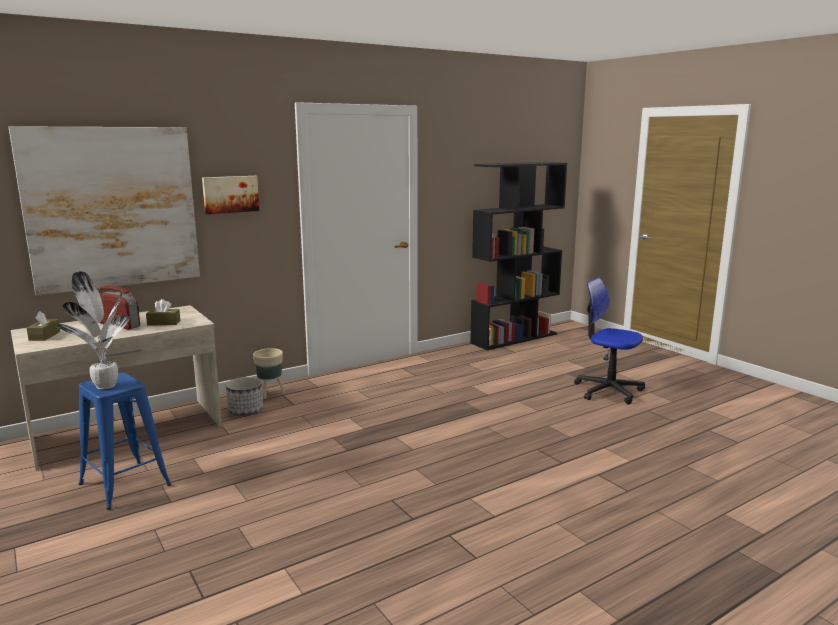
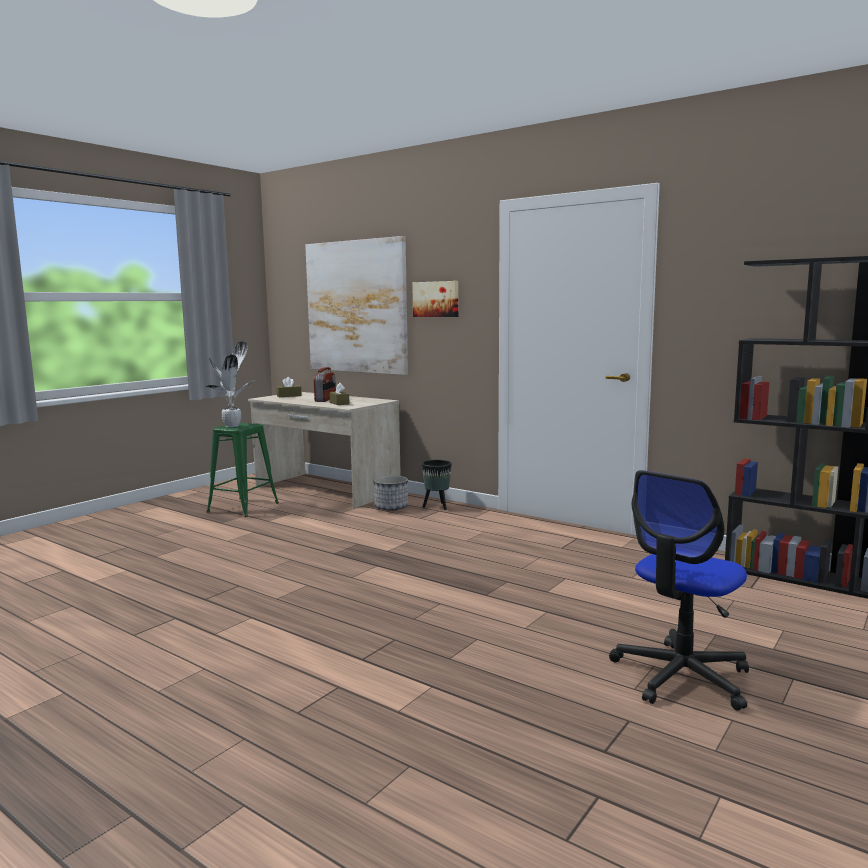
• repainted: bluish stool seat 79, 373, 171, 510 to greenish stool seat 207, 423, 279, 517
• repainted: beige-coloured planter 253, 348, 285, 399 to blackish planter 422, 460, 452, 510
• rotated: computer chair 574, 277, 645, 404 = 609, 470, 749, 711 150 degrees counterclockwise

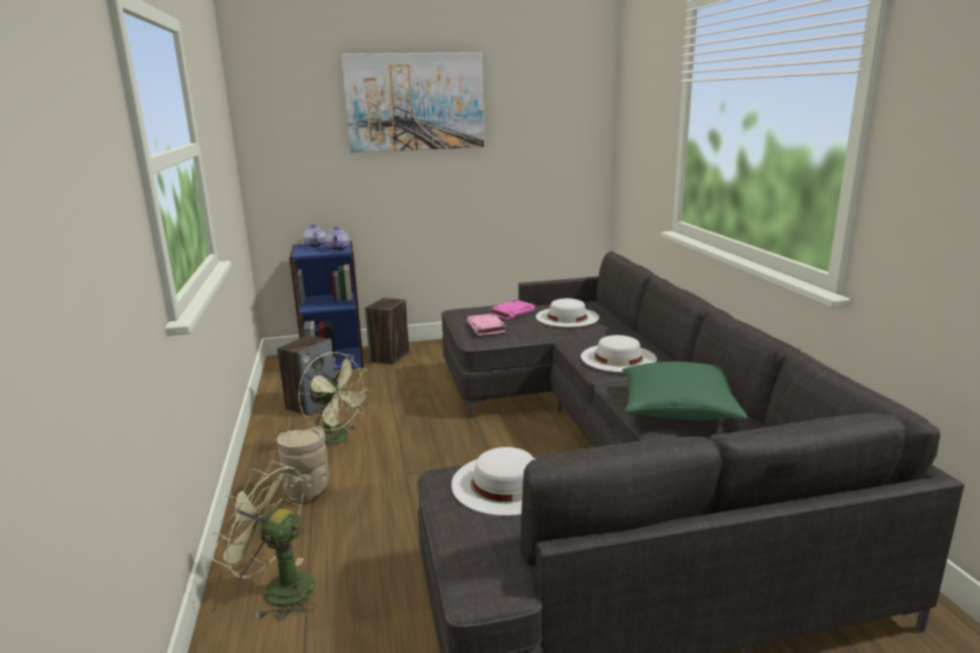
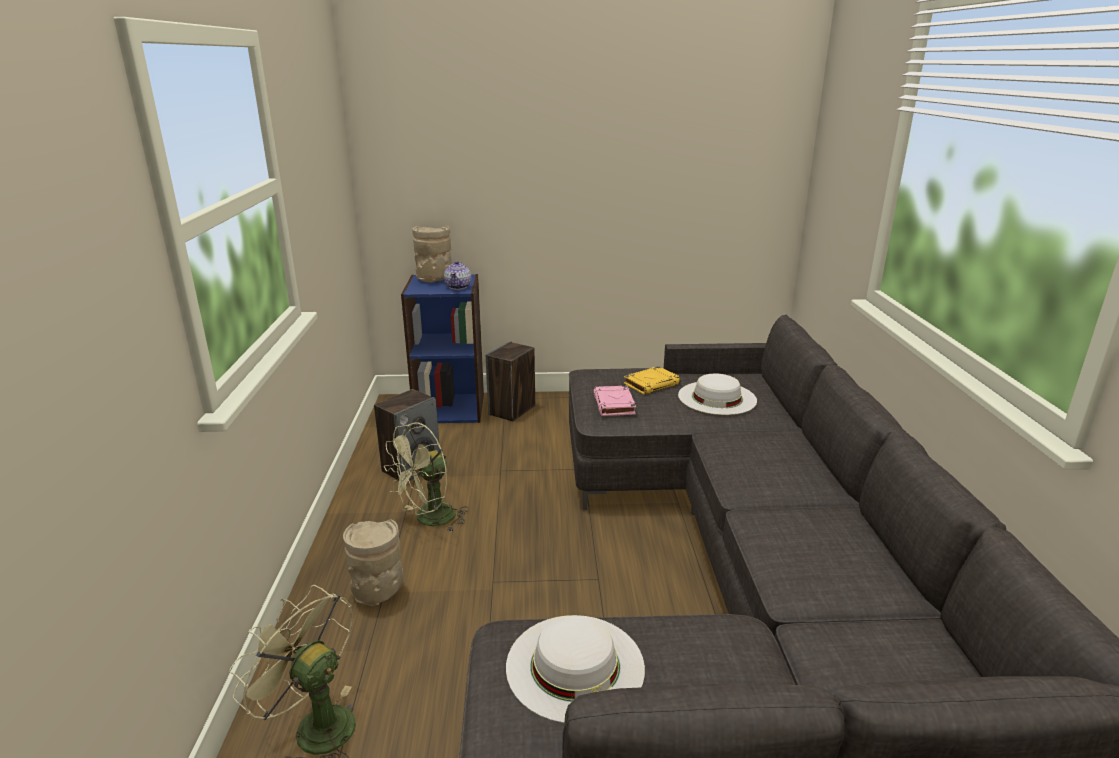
• rotated: greenish electric fan 298, 352, 372, 445 = 384, 422, 469, 533 90 degrees clockwise
• swapped: tea pot 303, 224, 326, 248 to beige-coloured decorative vase 412, 226, 452, 283
• gone: wall picture 342, 52, 484, 152
• repainted: pink volume 490, 300, 536, 320 to yellow-coloured volume 624, 366, 681, 395
• gone: whitish hat 581, 335, 657, 372
• gone: greenish cushion 622, 361, 747, 420

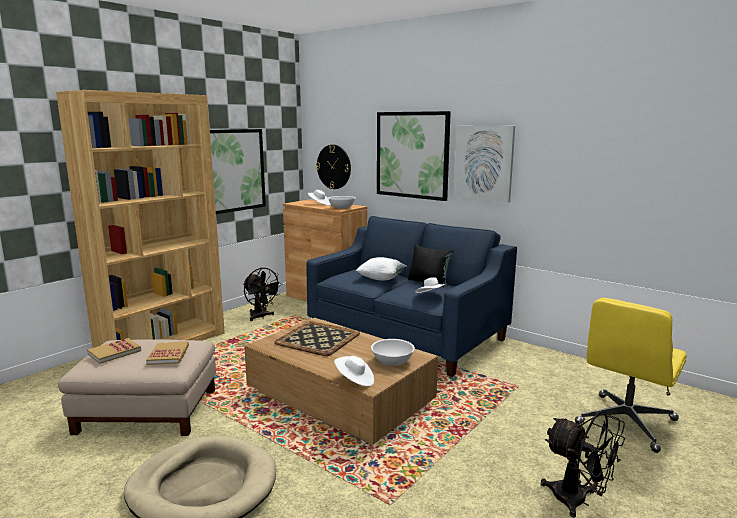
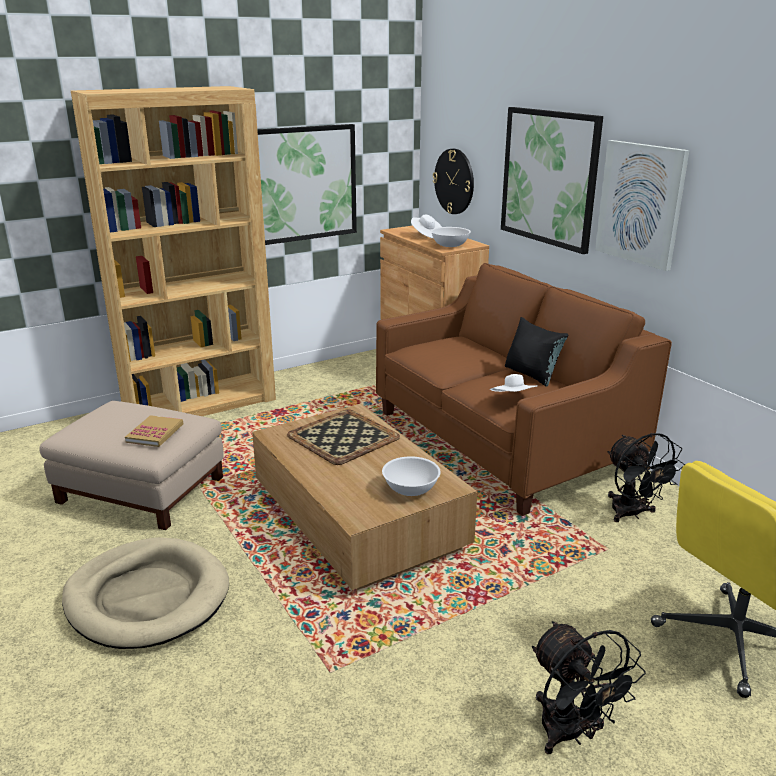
• gone: volume 87, 338, 141, 364
• shifted: blackish electric fan 243, 268, 282, 321 to 607, 433, 685, 522
• repainted: bluish couch 306, 216, 517, 377 to brown couch 376, 263, 672, 516
• gone: whitish hat 334, 356, 374, 386
• gone: whitish cushion 356, 257, 408, 280

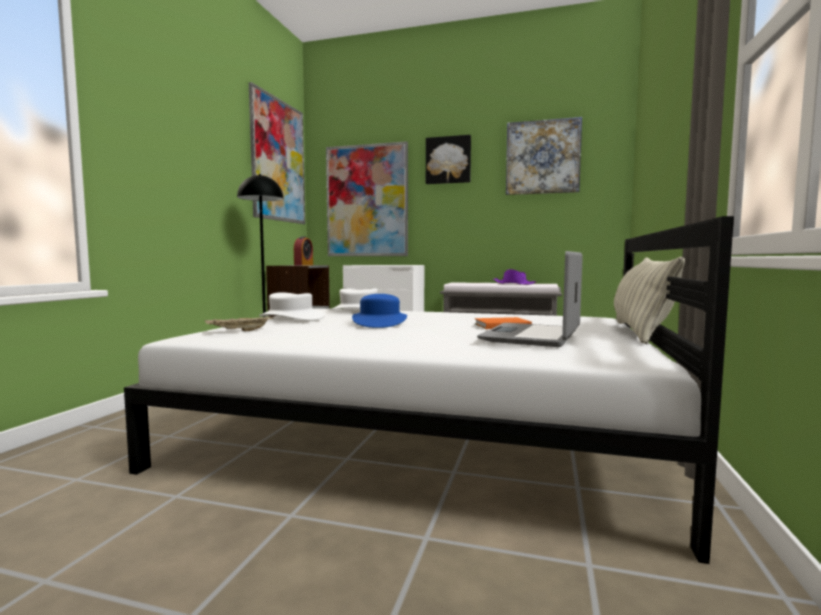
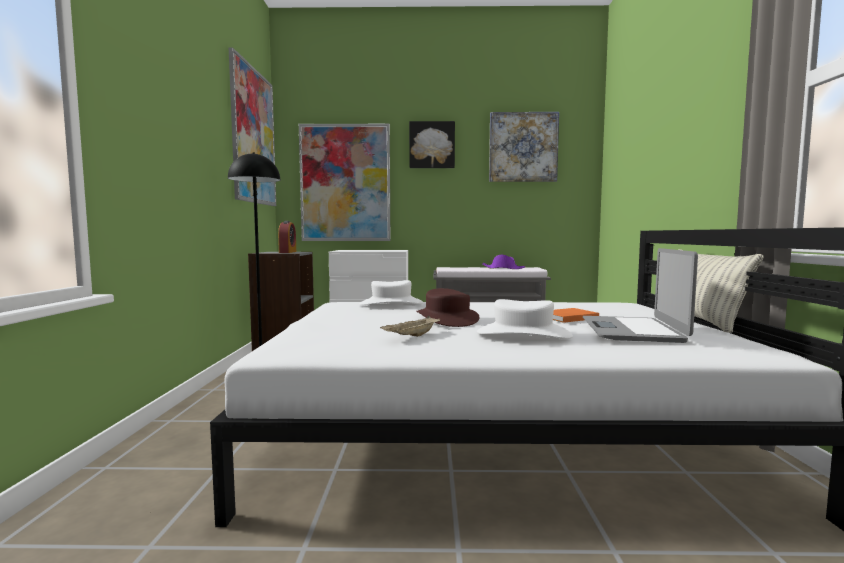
• shifted: beige-coloured serving tray 205, 315, 273, 332 to 380, 316, 440, 337
• shifted: whitish hat 259, 292, 325, 320 to 477, 299, 573, 339
• repainted: bluish hat 352, 294, 407, 328 to brown hat 416, 288, 479, 327

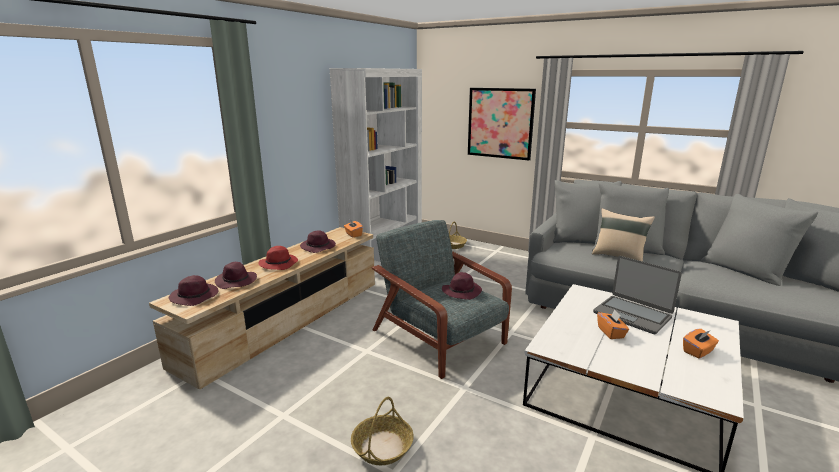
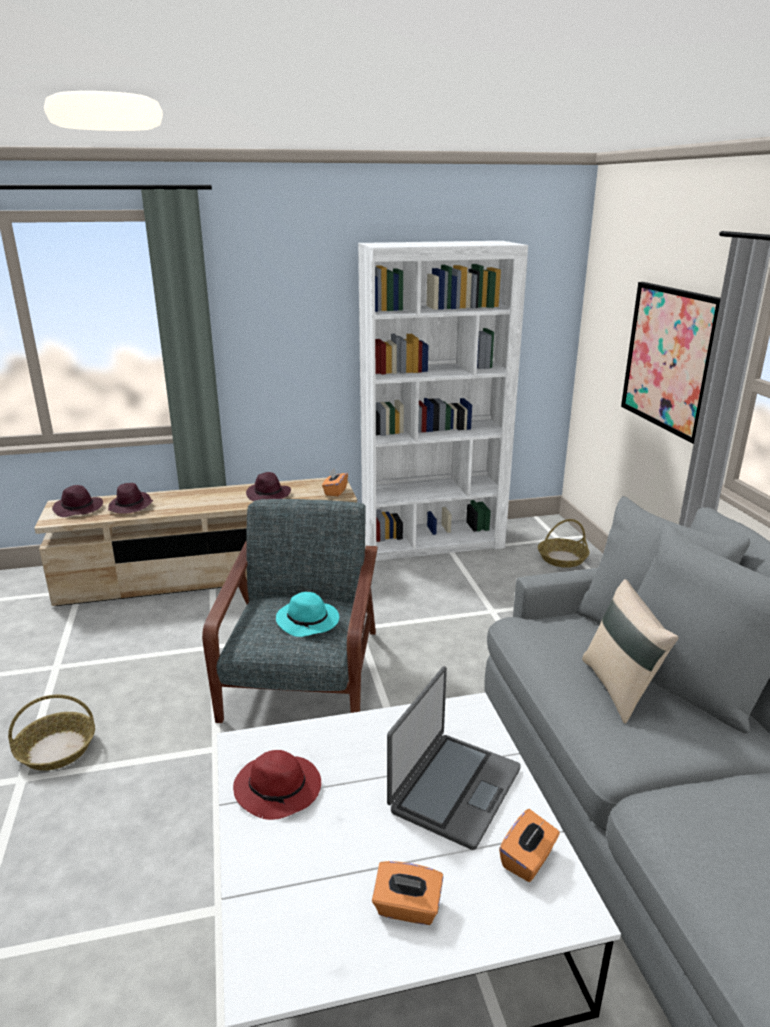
• shifted: reddish hat 259, 246, 298, 270 to 233, 750, 321, 820
• repainted: purple-coloured hat 442, 272, 482, 300 to blue-green hat 276, 592, 339, 637
• rotated: laptop 593, 256, 682, 334 = 387, 666, 521, 850 150 degrees counterclockwise
• shifted: orange tissue box 597, 309, 629, 339 to 499, 809, 560, 882

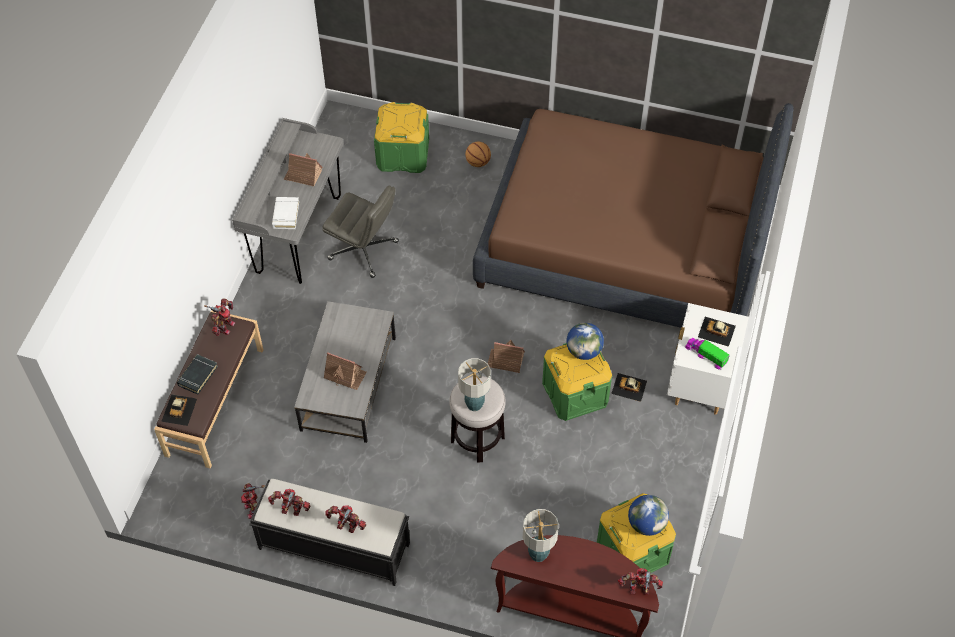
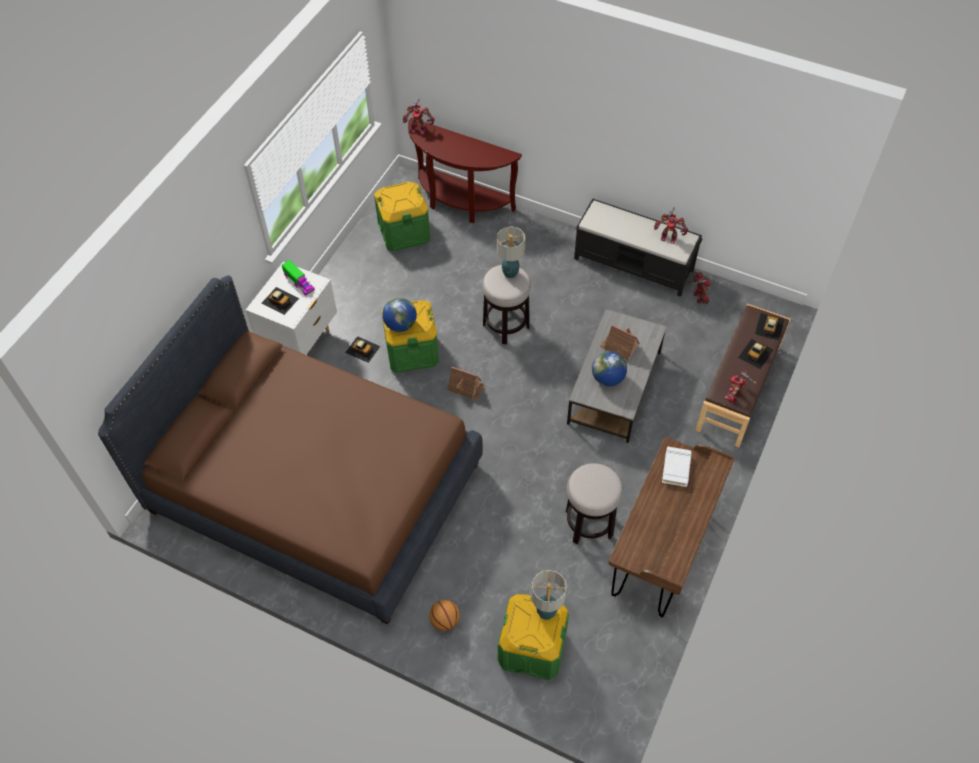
• swapped: blackish volume 177, 354, 218, 395 to toy car 738, 339, 774, 369
• repainted: greyish desk table 232, 118, 343, 284 to brown desk table 609, 437, 735, 618
• gone: model house 284, 153, 323, 187
• swapped: greyish computer chair 322, 185, 399, 278 to stool seat 566, 463, 623, 544
• gone: model robot 325, 505, 366, 533
• shifted: lamp for a table 523, 509, 559, 562 to 531, 570, 567, 620
• shifted: desk globe 628, 495, 669, 536 to 592, 351, 627, 386

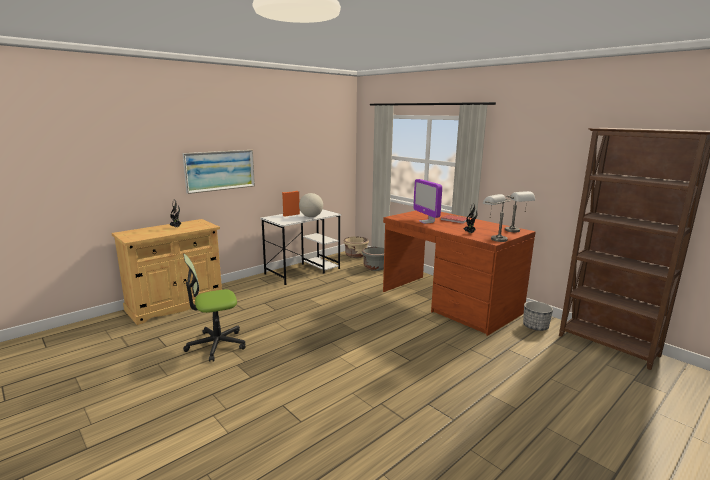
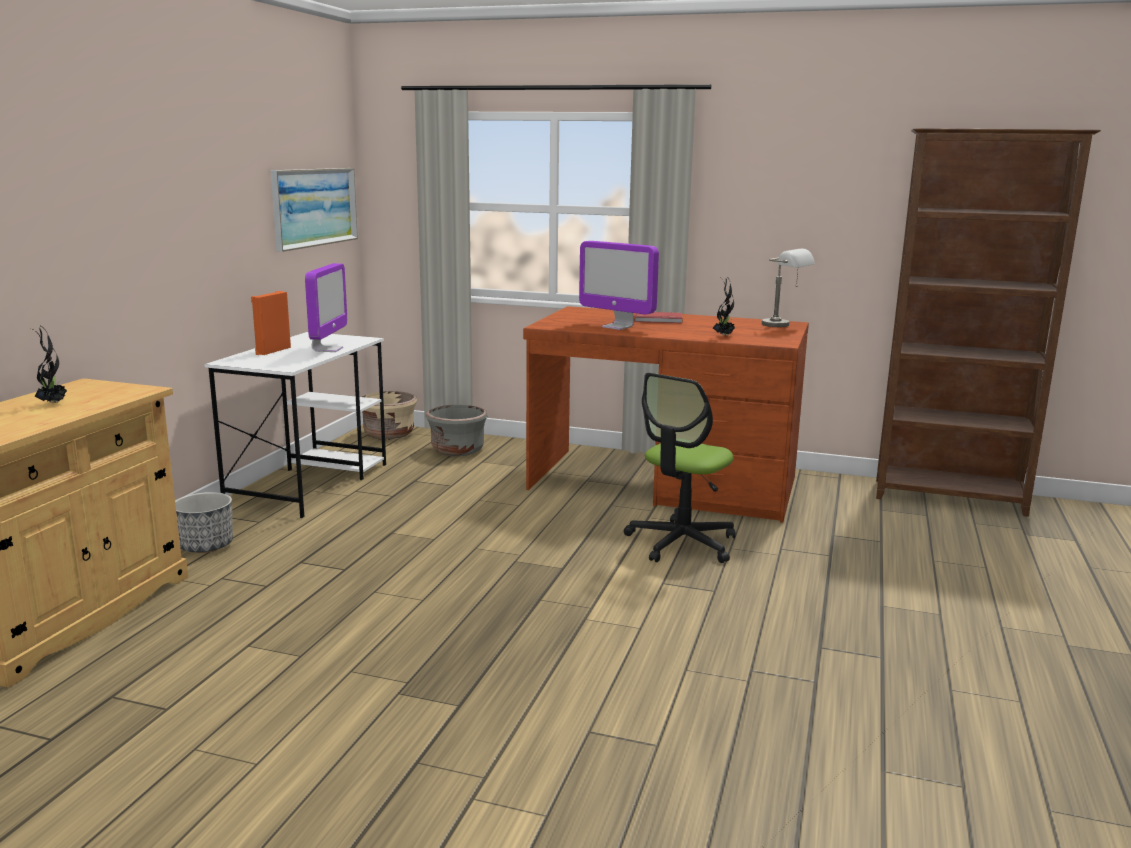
• shifted: wall picture 183, 150, 255, 194 to 271, 168, 358, 252
• shifted: computer chair 183, 254, 246, 362 to 624, 373, 736, 563
• swapped: desk globe 299, 193, 323, 217 to computer screen 305, 263, 347, 352
• gone: greyish lamp for a table 483, 194, 511, 242
• shifted: planter 523, 301, 553, 331 to 175, 492, 233, 553

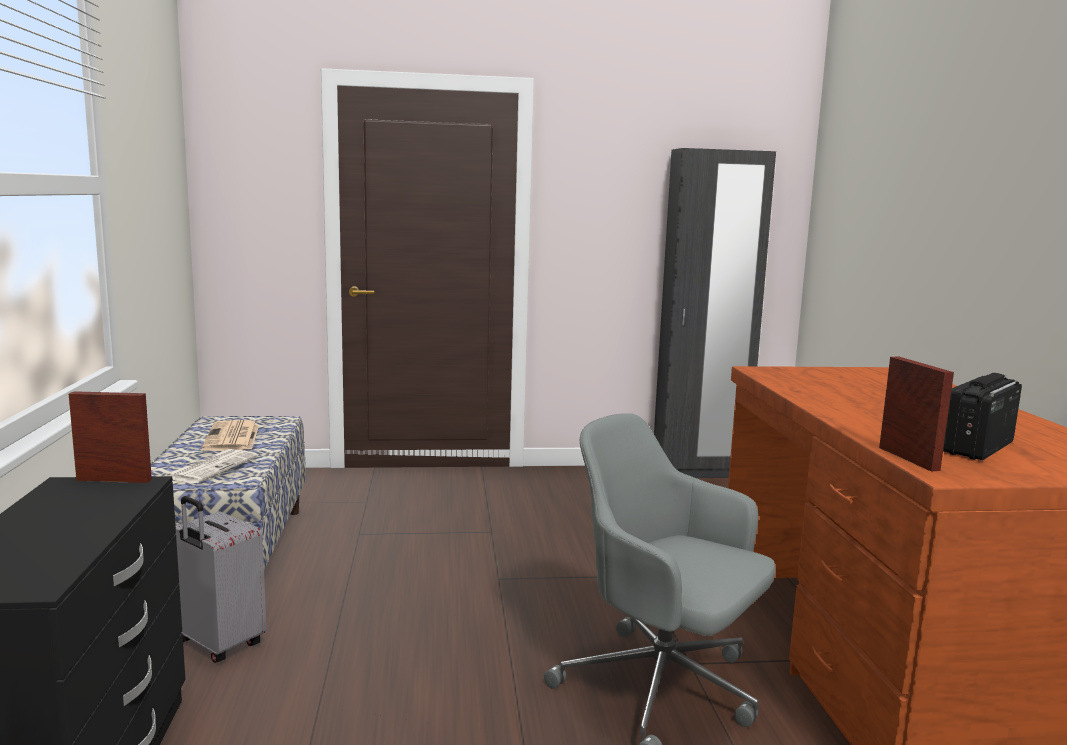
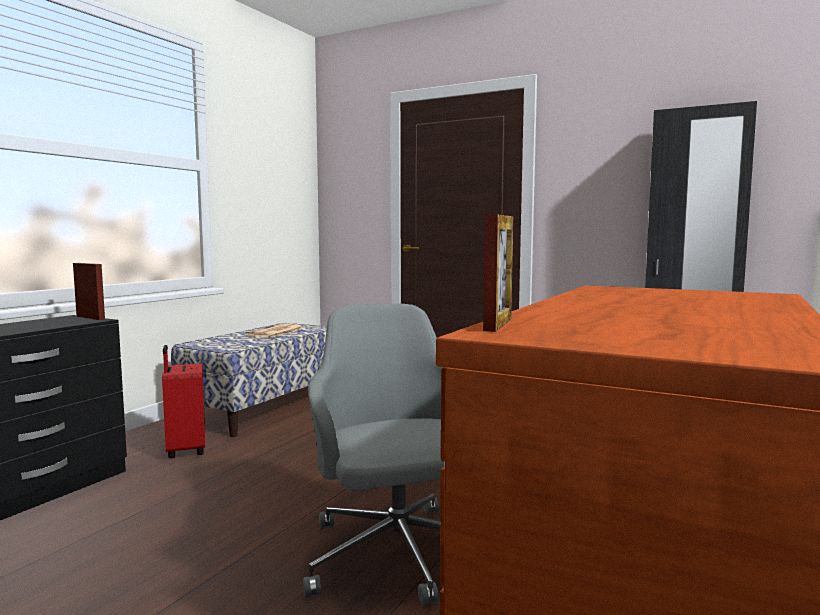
• gone: newspaper 165, 449, 258, 483
• repainted: greyish suitcase 175, 496, 266, 663 to reddish suitcase 162, 345, 205, 458
• gone: radio 943, 373, 1022, 460

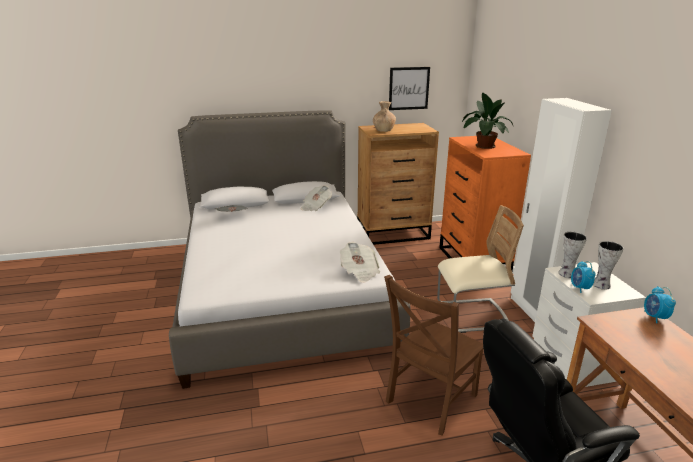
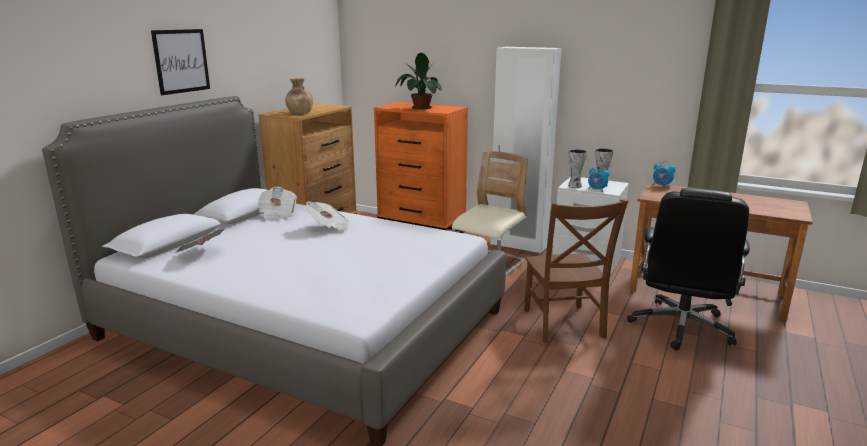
• shifted: newspaper 340, 242, 380, 283 to 306, 201, 349, 231
• shifted: wall picture 389, 67, 430, 110 to 151, 29, 210, 95

